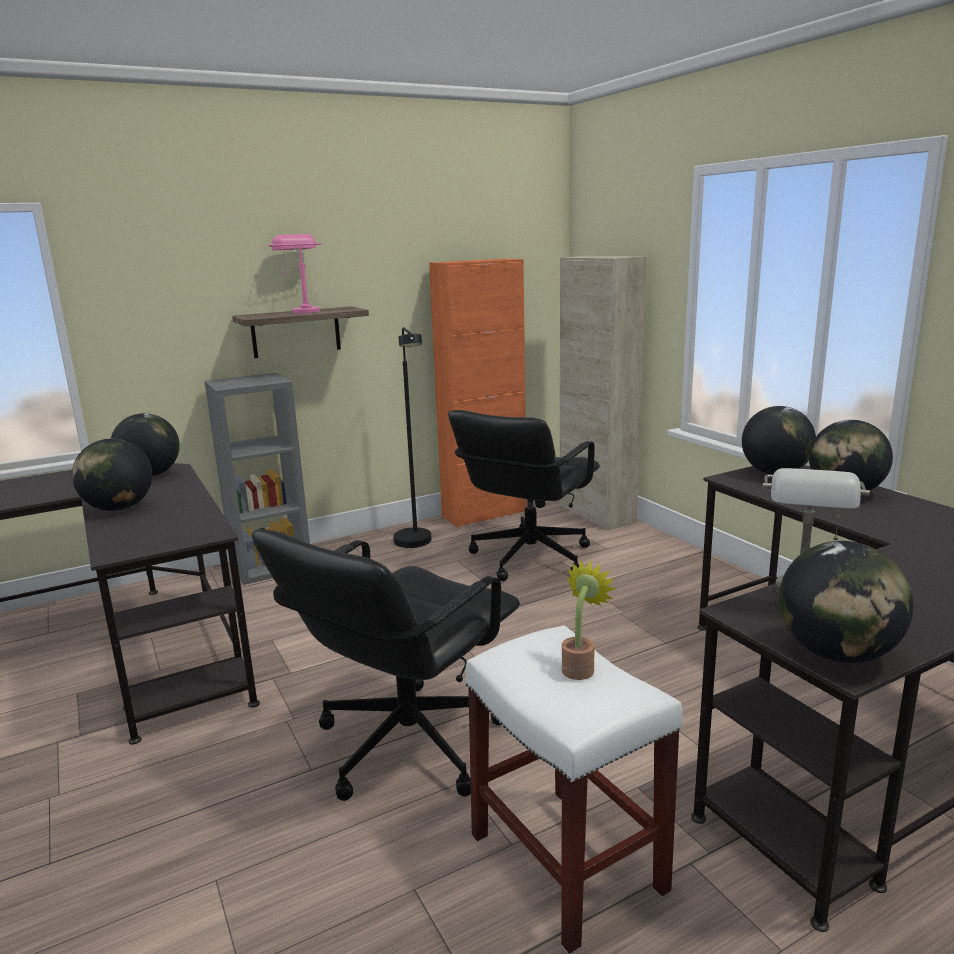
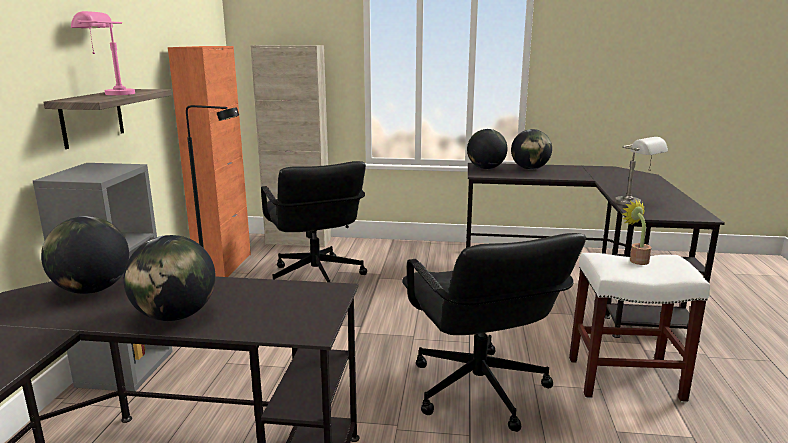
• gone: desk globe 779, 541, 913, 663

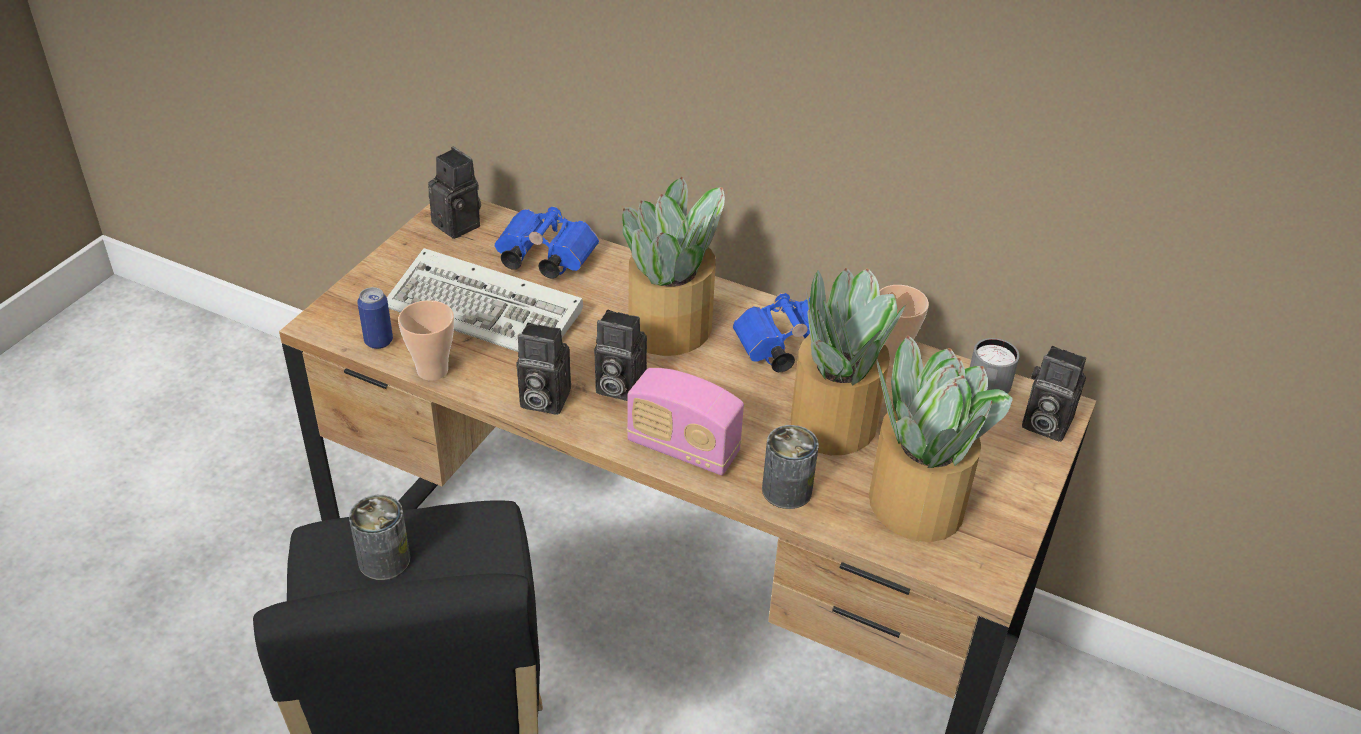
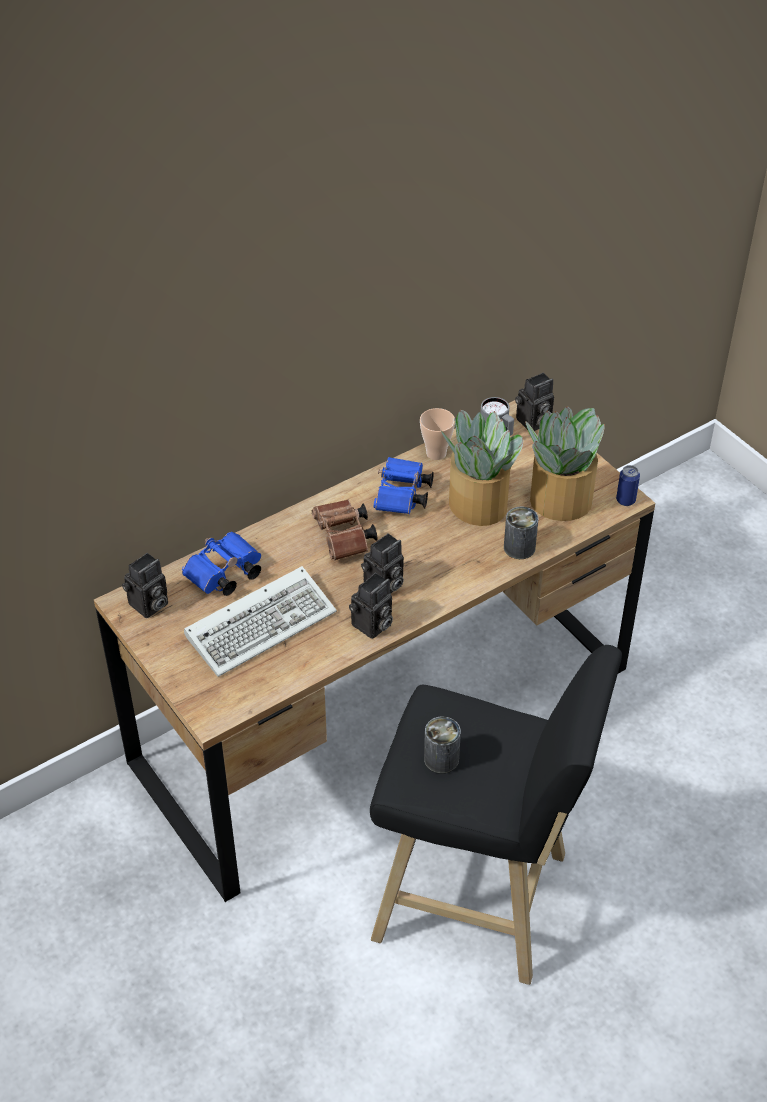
• shifted: metal can 357, 287, 393, 349 to 616, 465, 640, 506
• gone: small cup 398, 300, 454, 381
• rotated: still camera 428, 147, 481, 239 = 122, 553, 168, 618 150 degrees clockwise
• swapped: plant in a pot 623, 177, 725, 356 to brown field glasses 312, 499, 377, 561
• gone: radio 627, 368, 744, 475

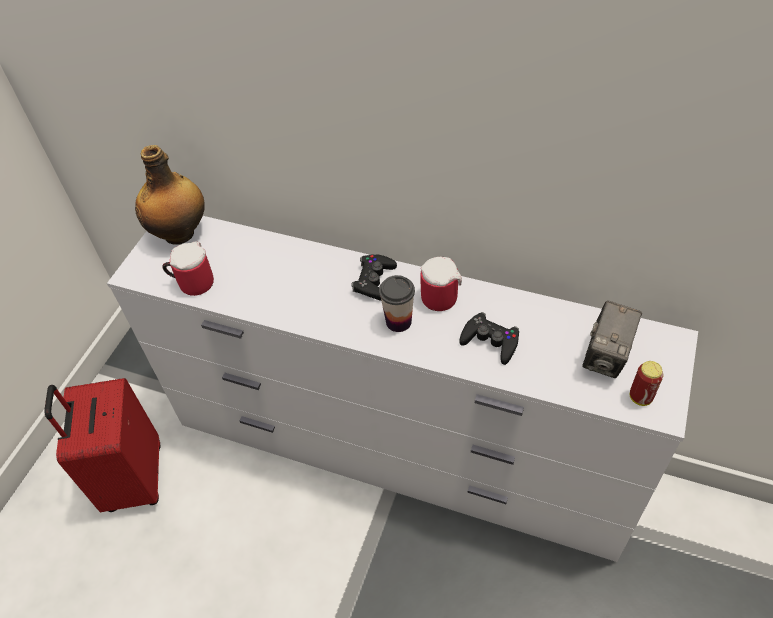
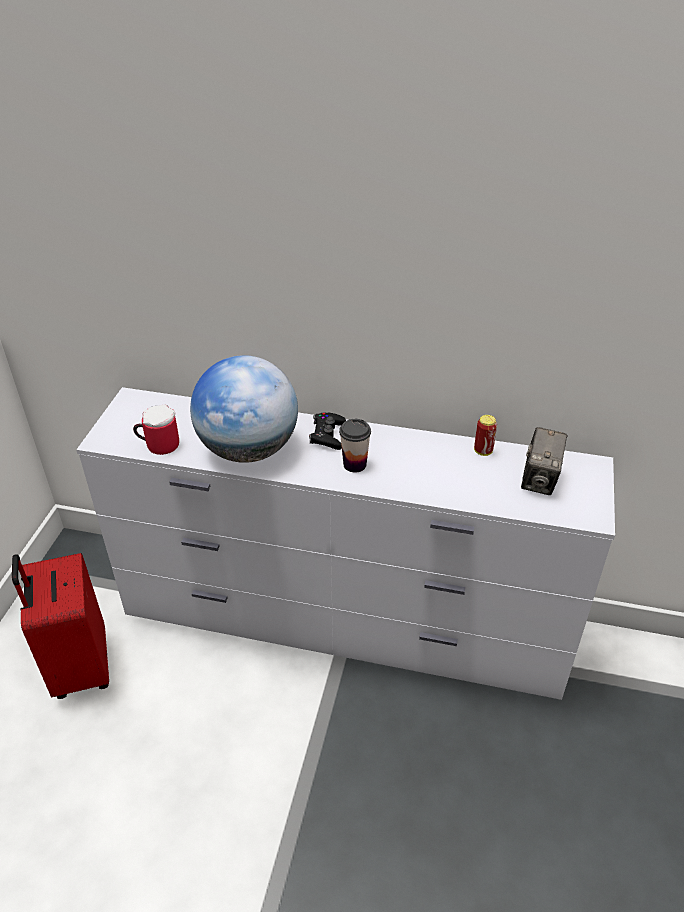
• gone: bottle 135, 145, 205, 245
• gone: mug 421, 257, 462, 311
• gone: blackish game controller 459, 312, 519, 365
• shifted: metal can 630, 361, 663, 406 to 474, 415, 497, 456
• new: desk globe 190, 355, 298, 463

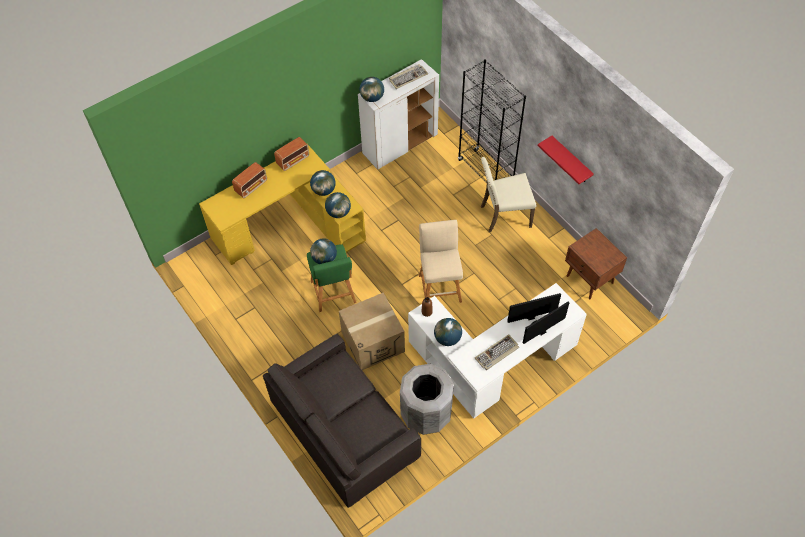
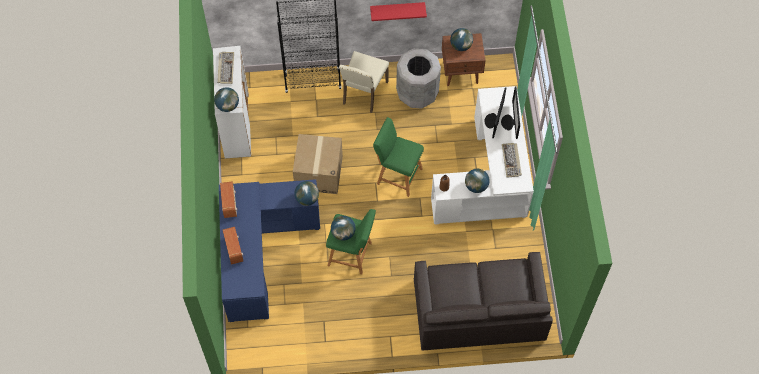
• repainted: yellow-coloured desk table 199, 145, 366, 265 to bluish desk table 219, 179, 320, 322
• shifted: desk globe 310, 170, 336, 196 to 450, 28, 473, 51
• shifted: carton 339, 293, 405, 370 to 293, 134, 343, 194
• shifted: greyish rubbish bin 400, 364, 454, 435 to 396, 49, 441, 108
• repainted: beige-coloured stool seat 419, 220, 463, 303 to greenish stool seat 373, 117, 424, 197

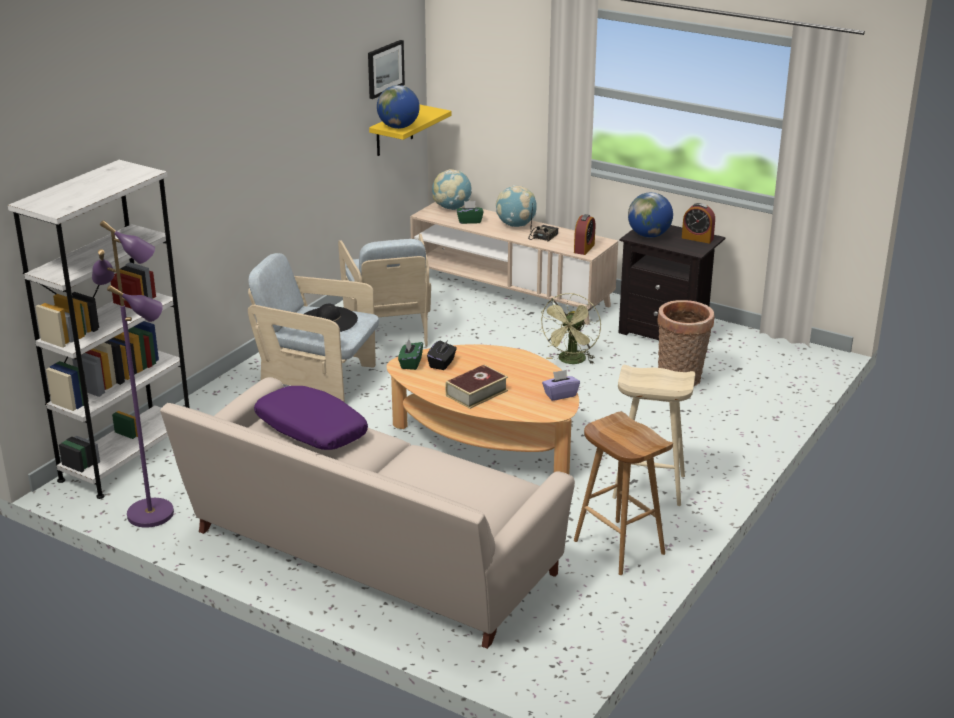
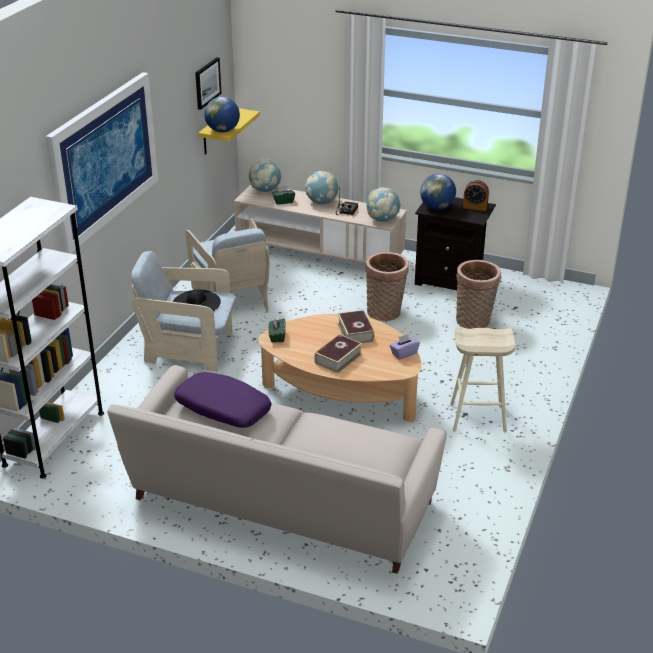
• gone: purple-coloured standing lamp 92, 220, 174, 528
• gone: blackish tissue box 427, 340, 457, 370
• swapped: greenish electric fan 540, 293, 601, 364 to storage basket 365, 252, 409, 321
• swapped: table clock 574, 214, 595, 255 to desk globe 366, 187, 401, 222
• gone: brown stool seat 574, 412, 673, 575
• new: wall picture 46, 72, 158, 254
• new: volume 337, 310, 374, 343

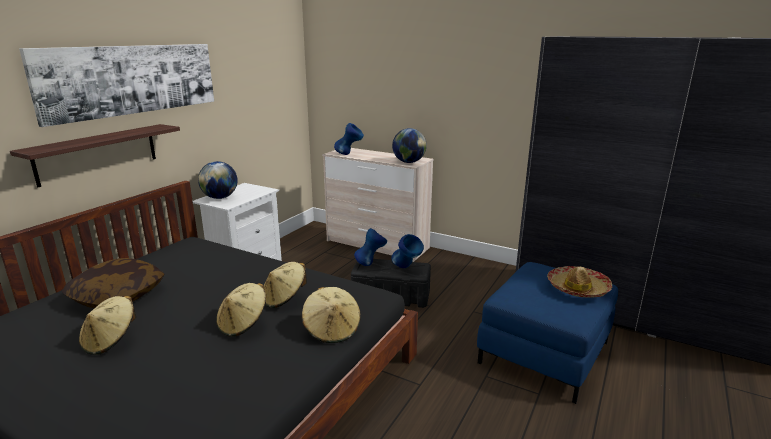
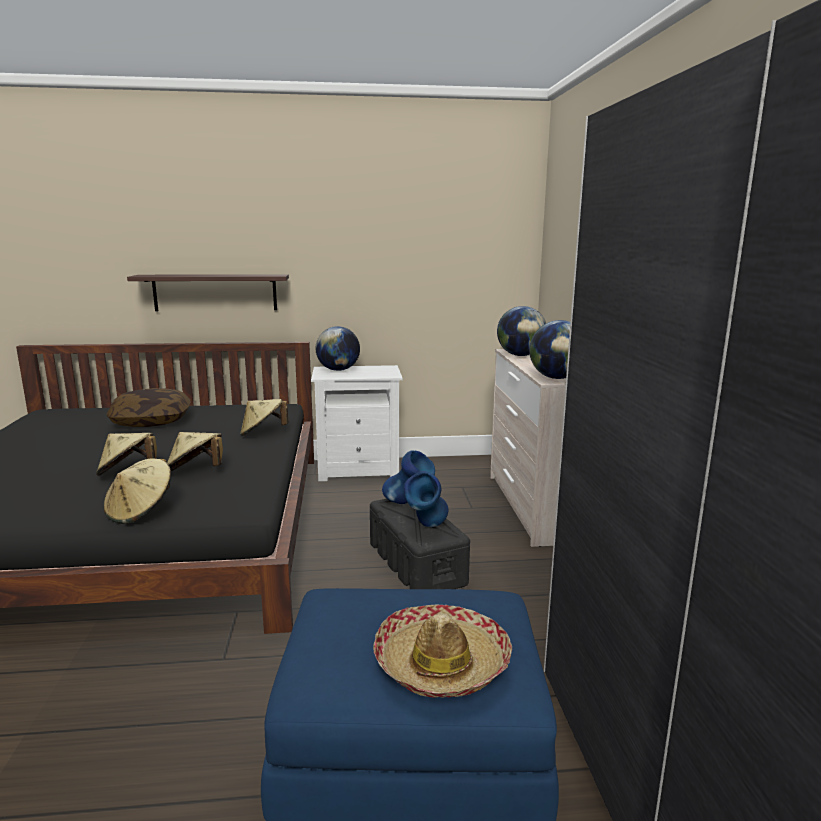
• gone: wall picture 19, 44, 214, 127
• shifted: beige-coloured hat 79, 296, 136, 355 to 240, 399, 288, 436
• swapped: bluish decorative vase 334, 123, 364, 155 to desk globe 497, 306, 546, 356

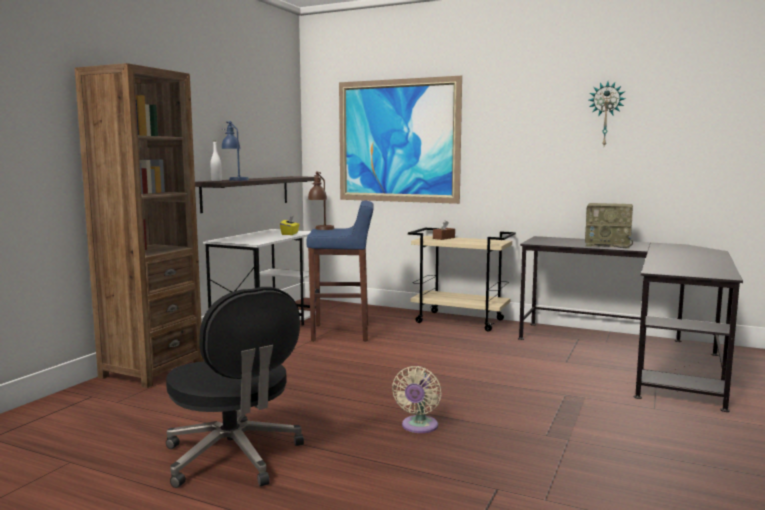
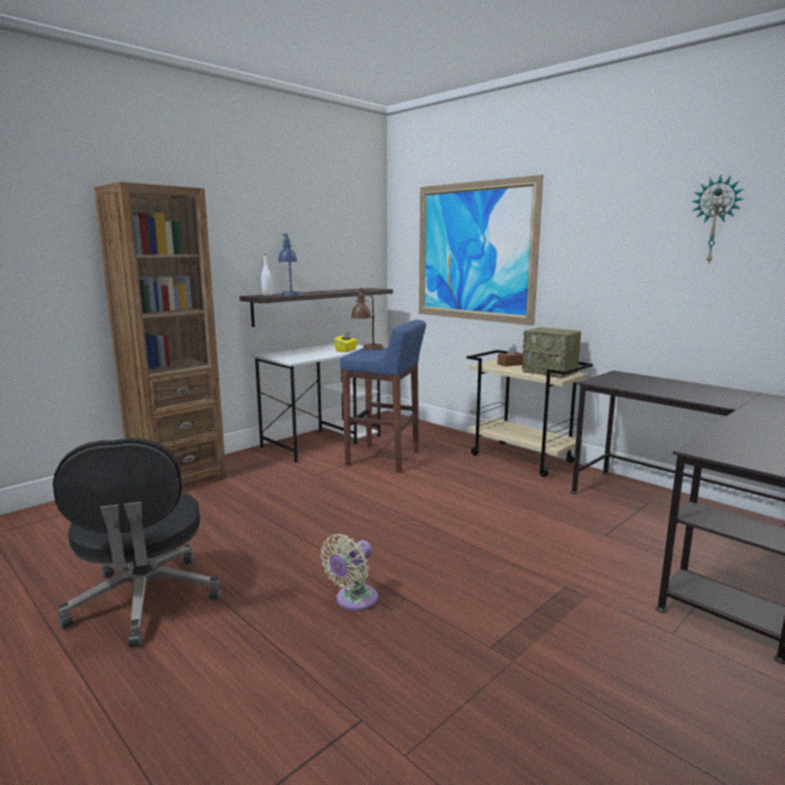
• shifted: radio 585, 203, 633, 249 to 522, 327, 581, 378

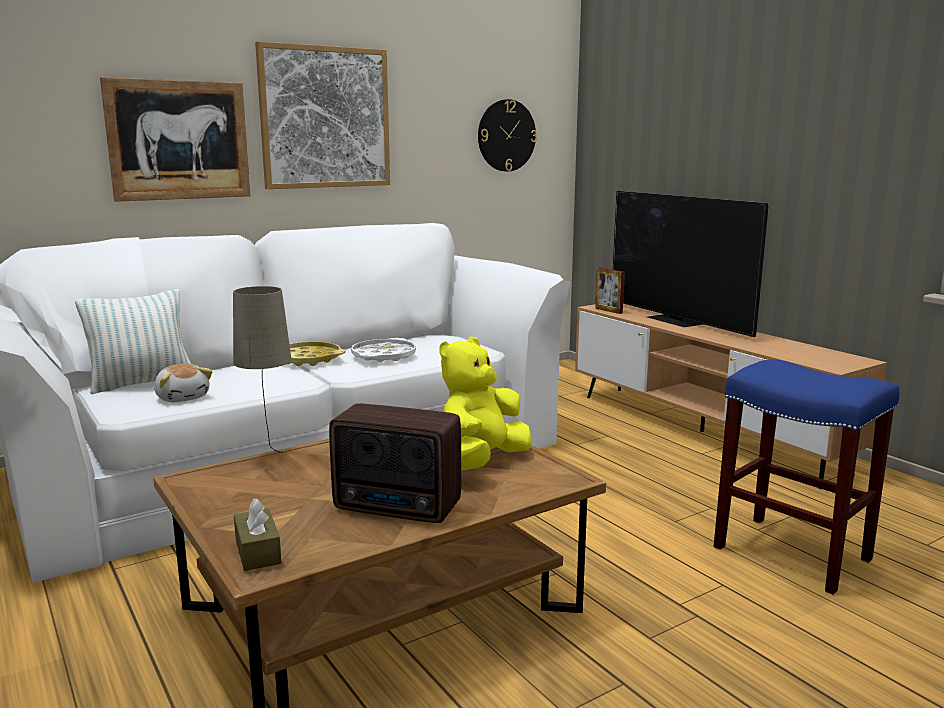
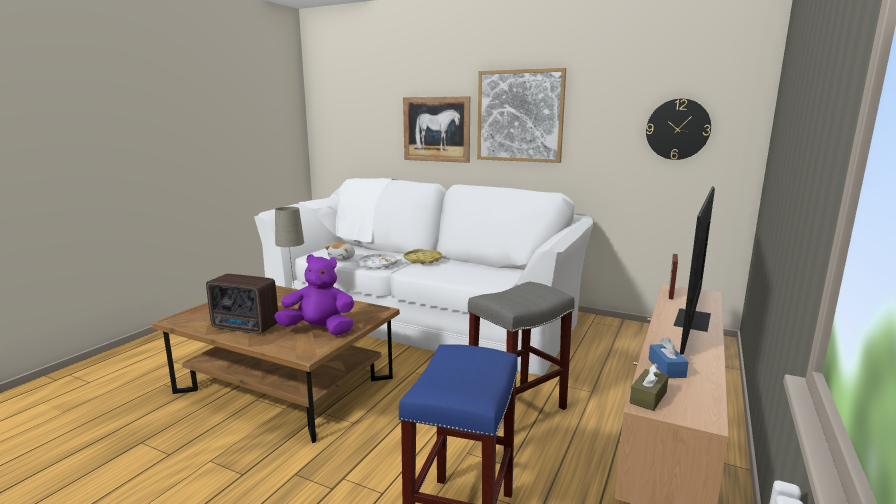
• gone: cushion 75, 289, 191, 394
• shifted: brown tissue box 234, 498, 282, 571 to 630, 364, 669, 411
• rotated: radio 329, 403, 461, 523 = 206, 274, 278, 334 60 degrees counterclockwise
• shifted: whitish serving tray 351, 338, 416, 362 to 354, 254, 402, 269
• repainted: yellow-coloured soft toy 439, 337, 531, 470 to purple-coloured soft toy 274, 254, 354, 335
• new: greyish stool seat 468, 282, 575, 410
• new: bluish tissue box 648, 337, 688, 378

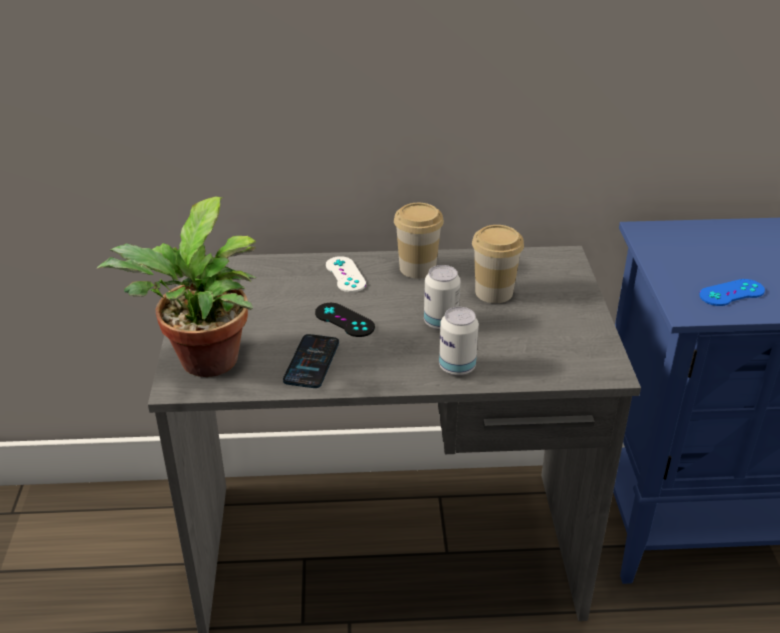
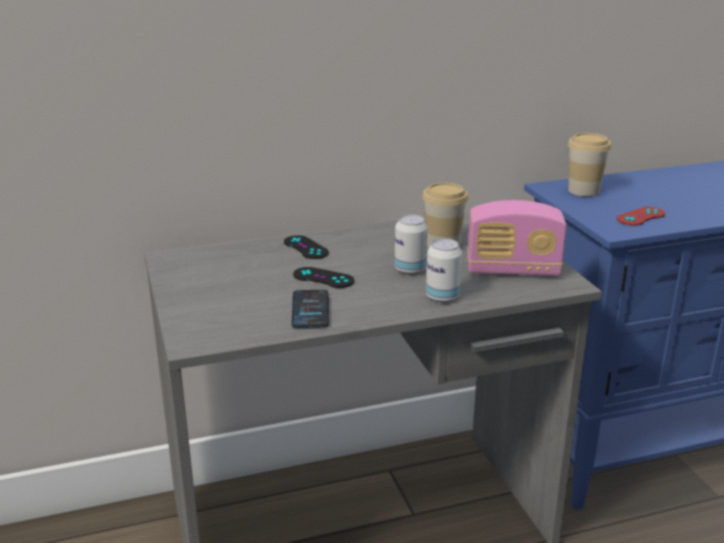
• gone: plant in a pot 96, 196, 256, 377
• repainted: whitish game controller 326, 256, 366, 292 to blackish game controller 284, 235, 329, 259
• shifted: small cup 394, 203, 444, 278 to 568, 133, 611, 196
• repainted: bluish game controller 700, 279, 765, 306 to reddish game controller 617, 207, 665, 226
• new: radio 467, 200, 567, 276

